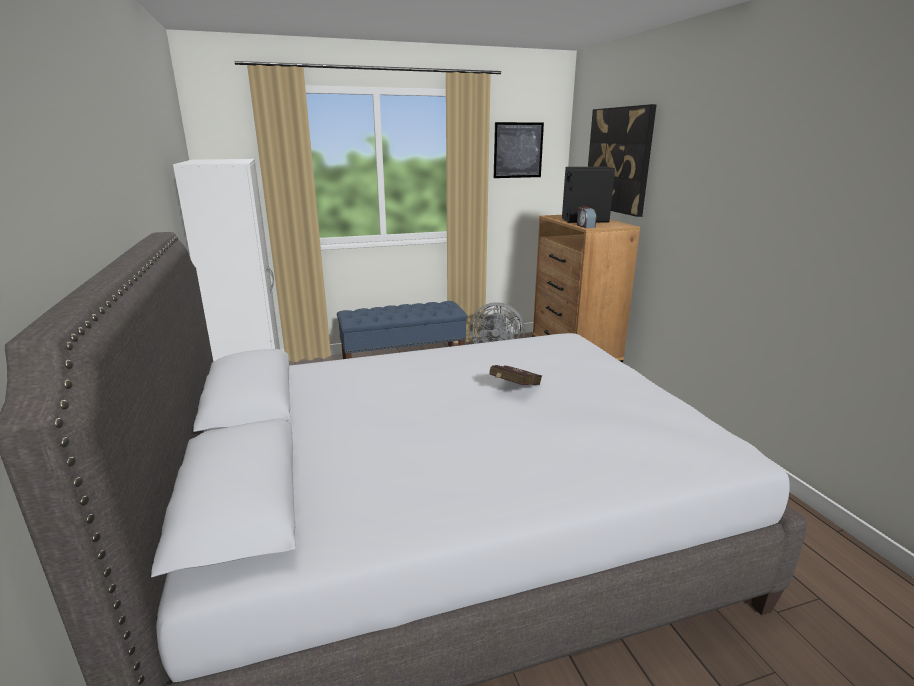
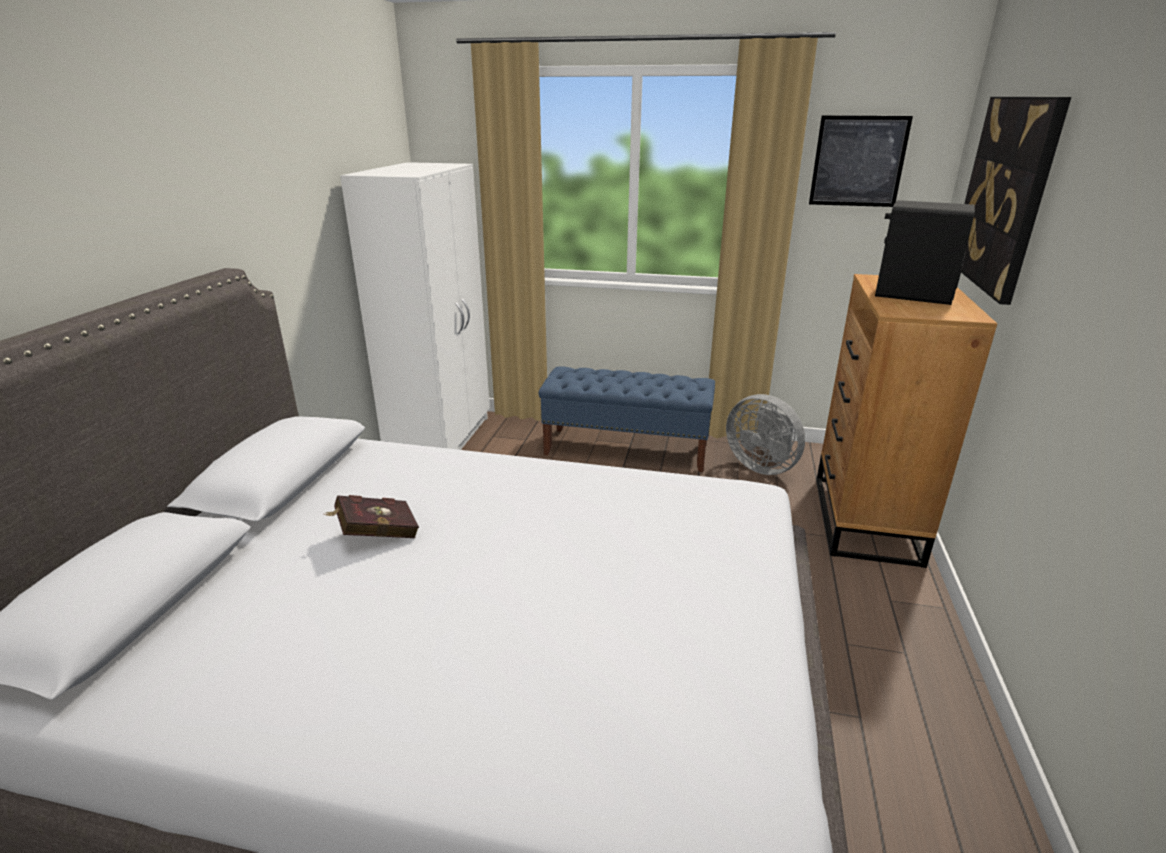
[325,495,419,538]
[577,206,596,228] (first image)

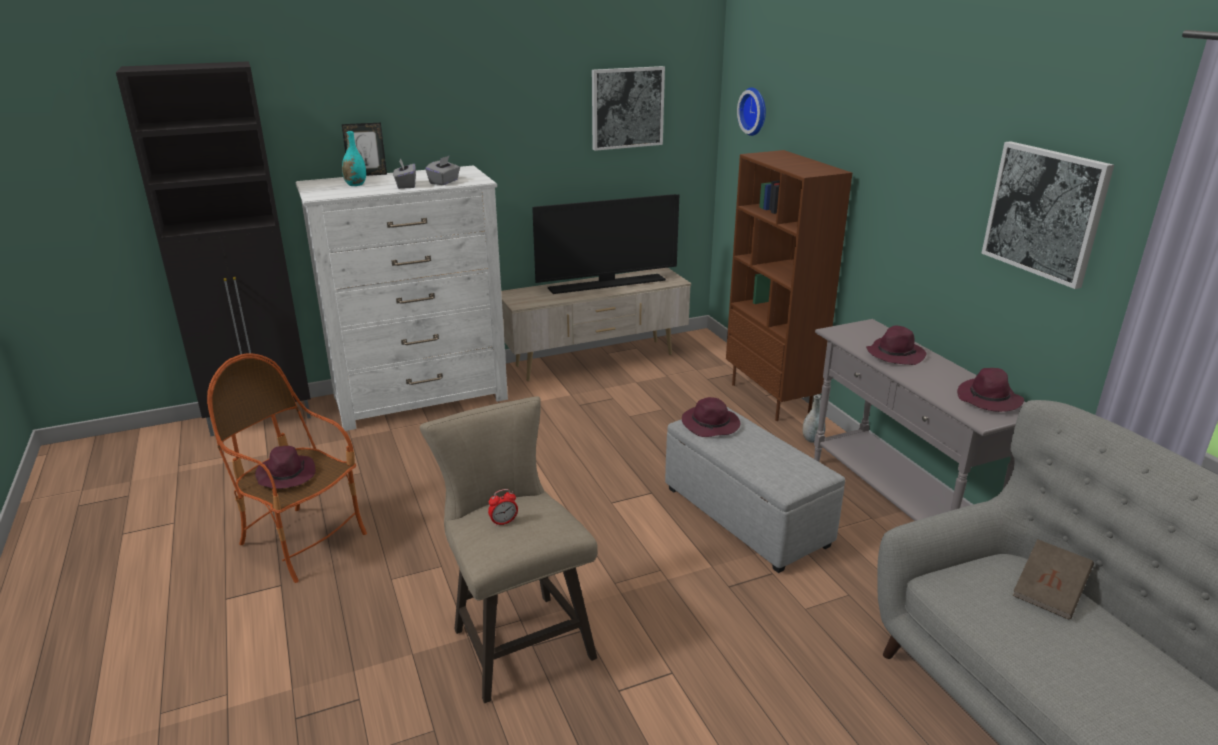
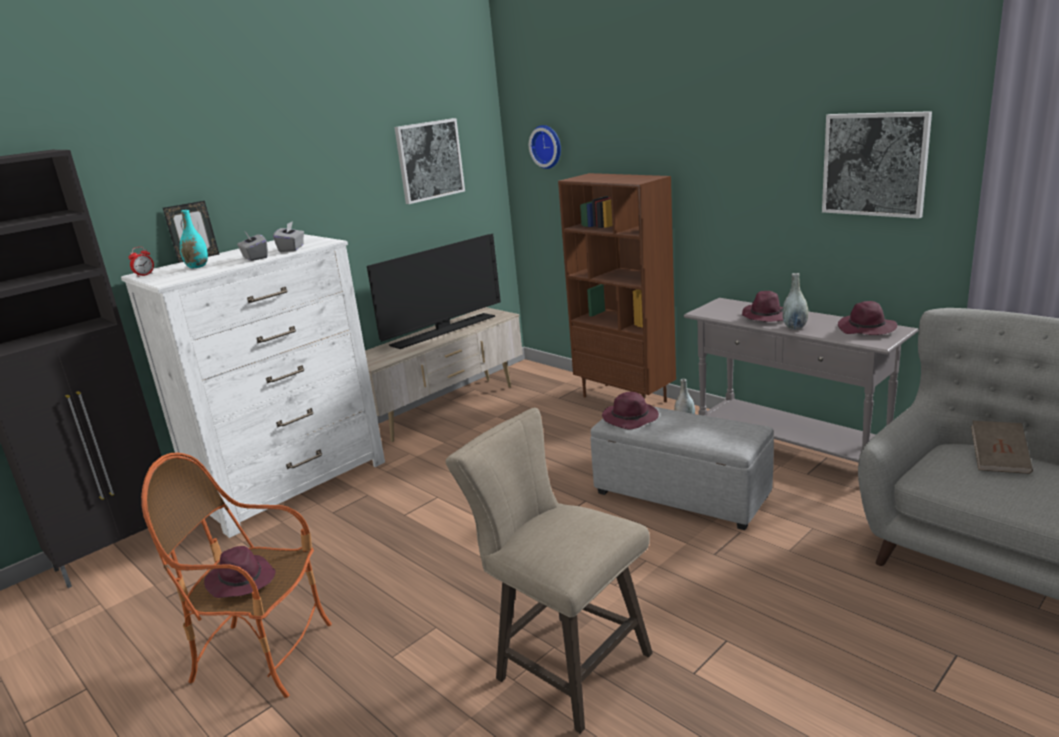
[129,247,154,277]
[782,273,808,330]

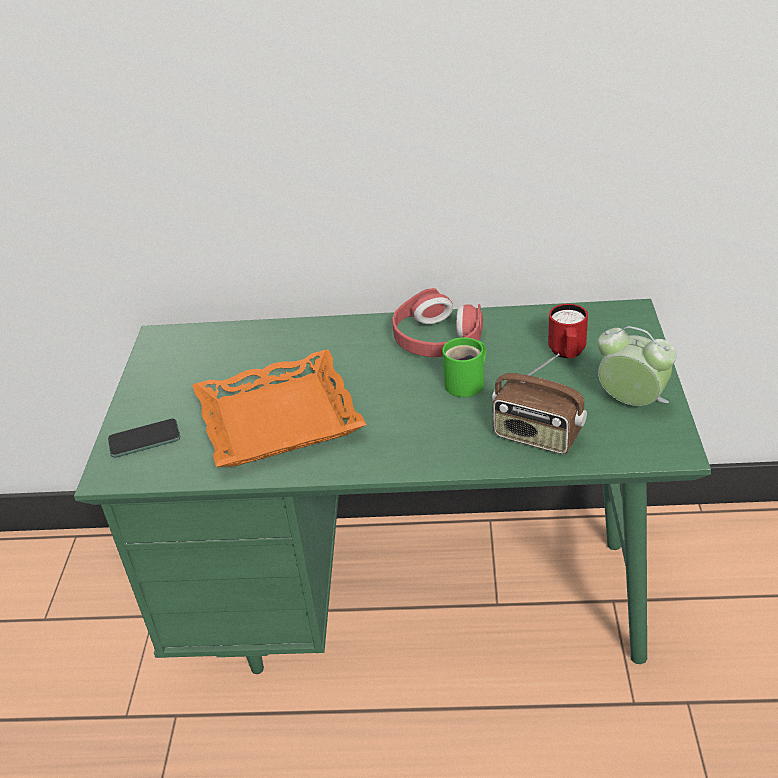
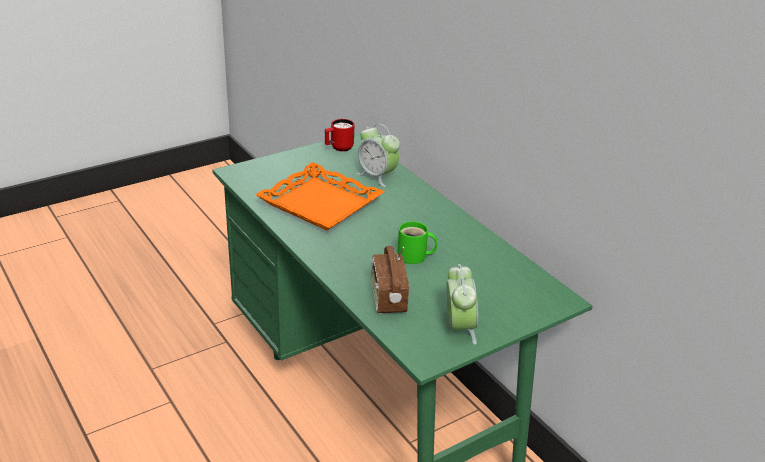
[325,119,354,152]
[357,124,400,187]
[108,418,180,458] (first image)
[392,288,483,357] (first image)

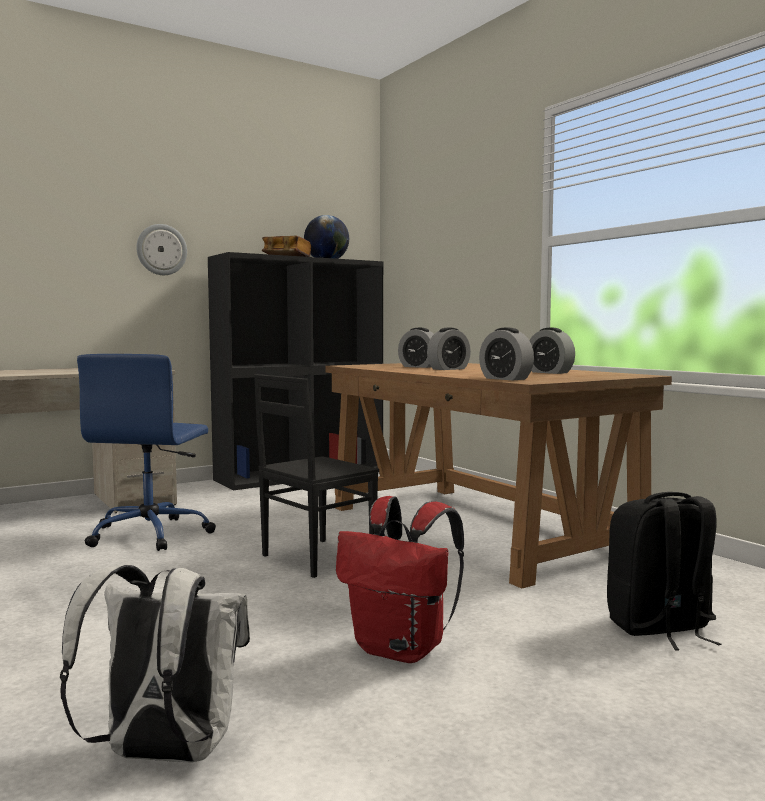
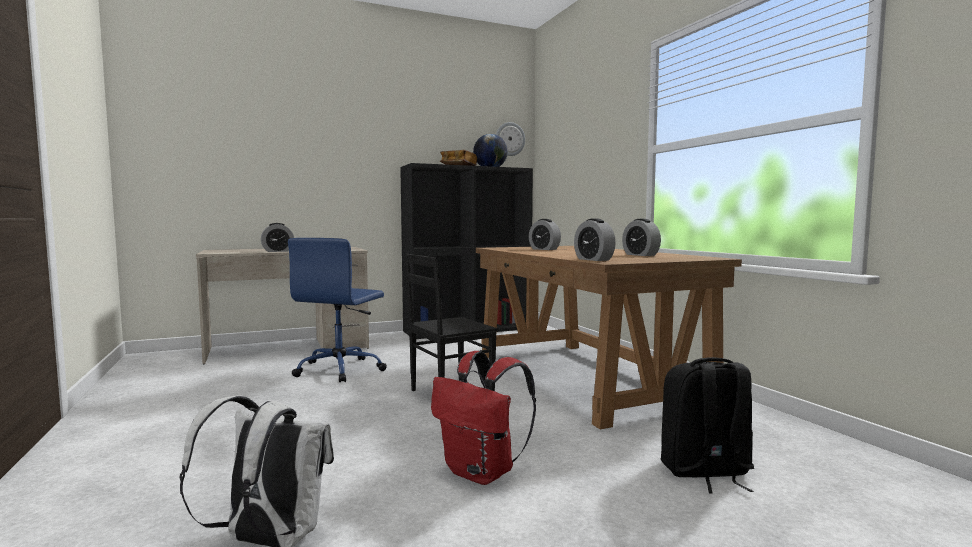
[261,223,294,252]
[496,122,525,156]

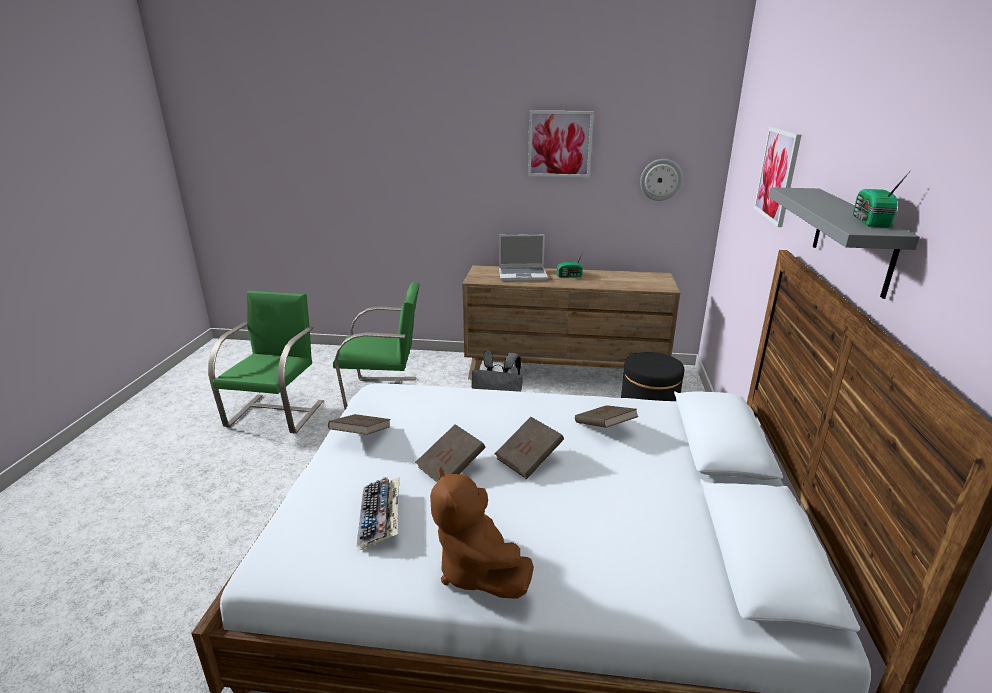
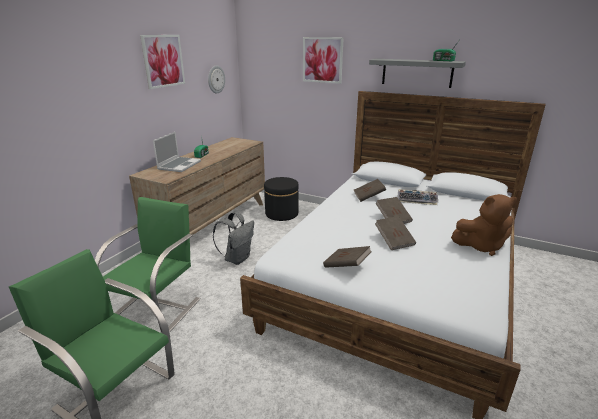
[398,189,438,205]

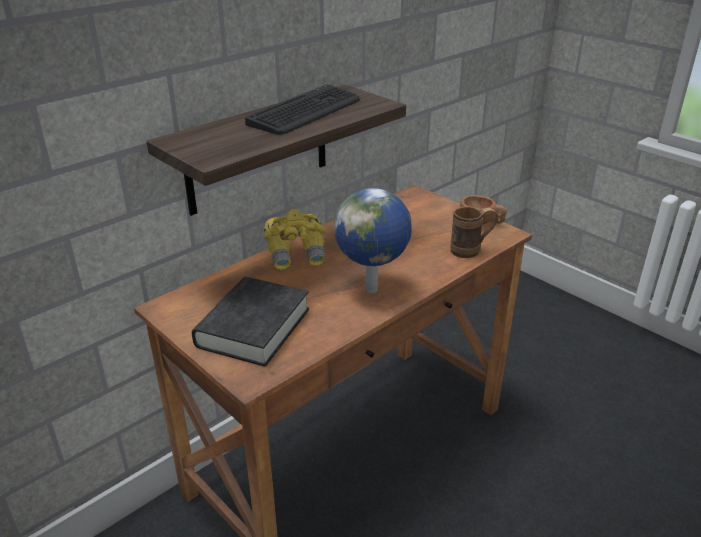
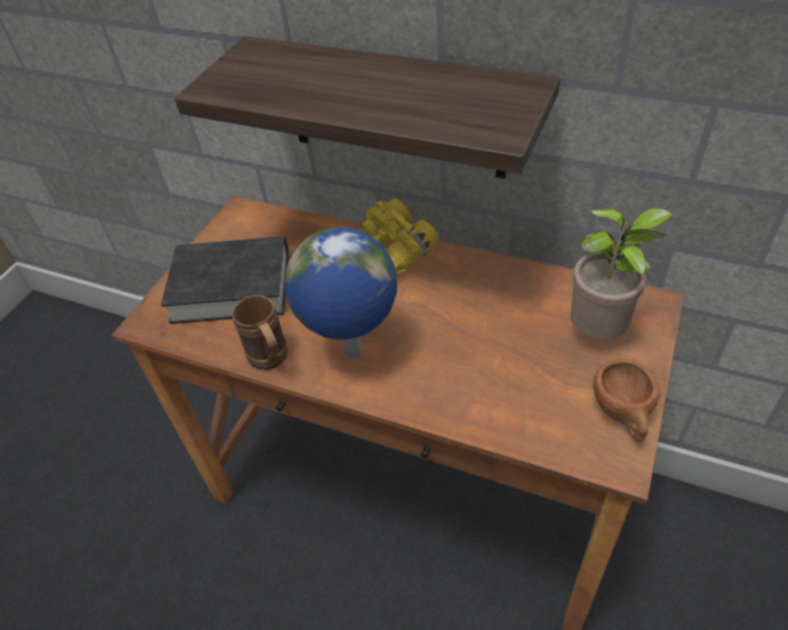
[232,295,288,370]
[570,208,673,340]
[245,85,360,135] (first image)

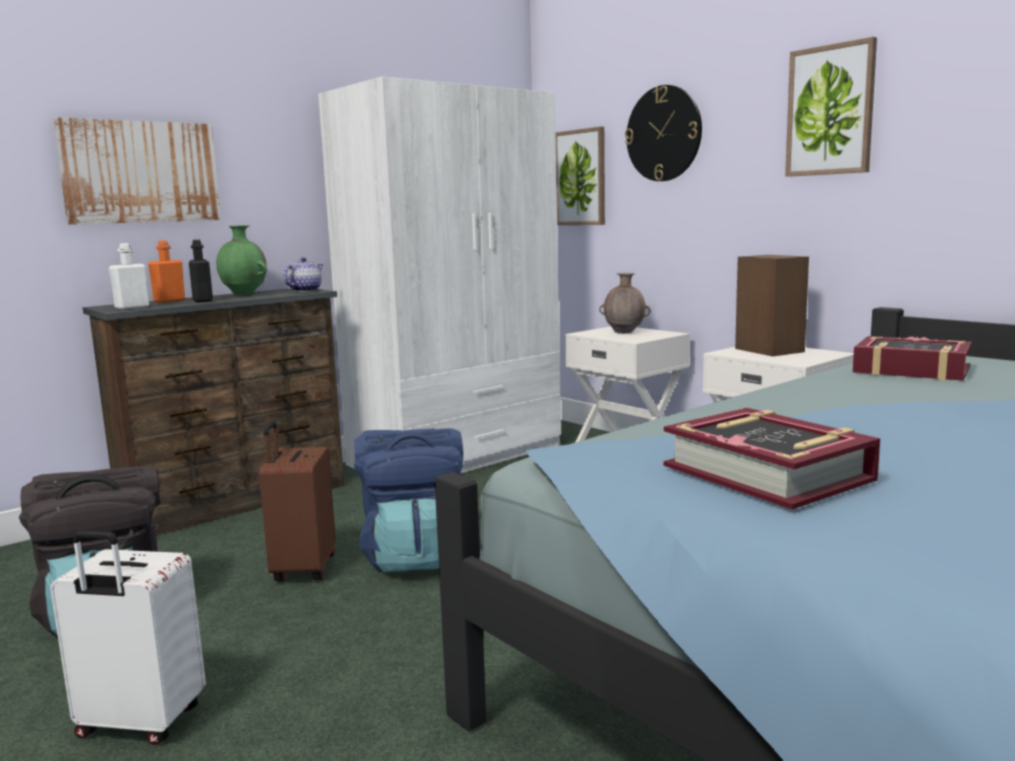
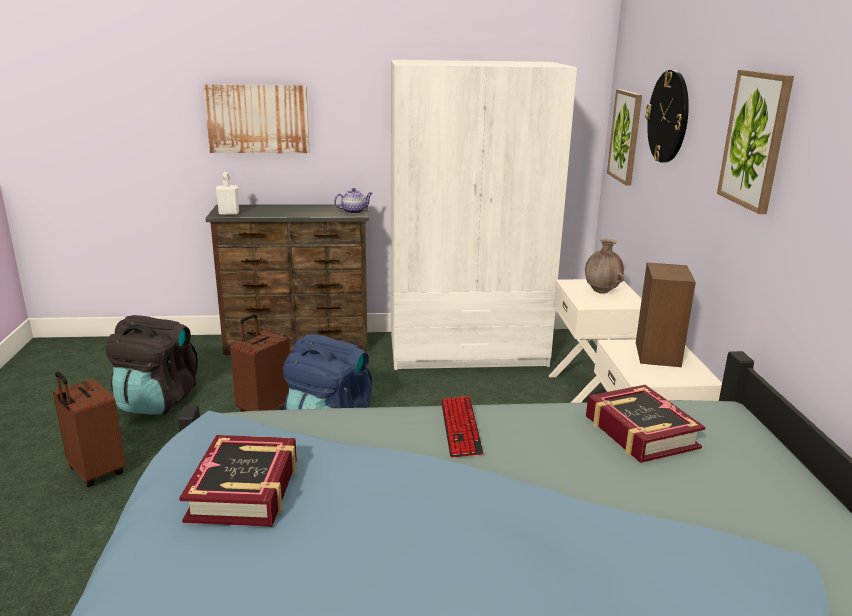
[53,371,126,487]
[441,396,483,457]
[148,241,185,303] (first image)
[189,240,213,302] (first image)
[216,225,267,295] (first image)

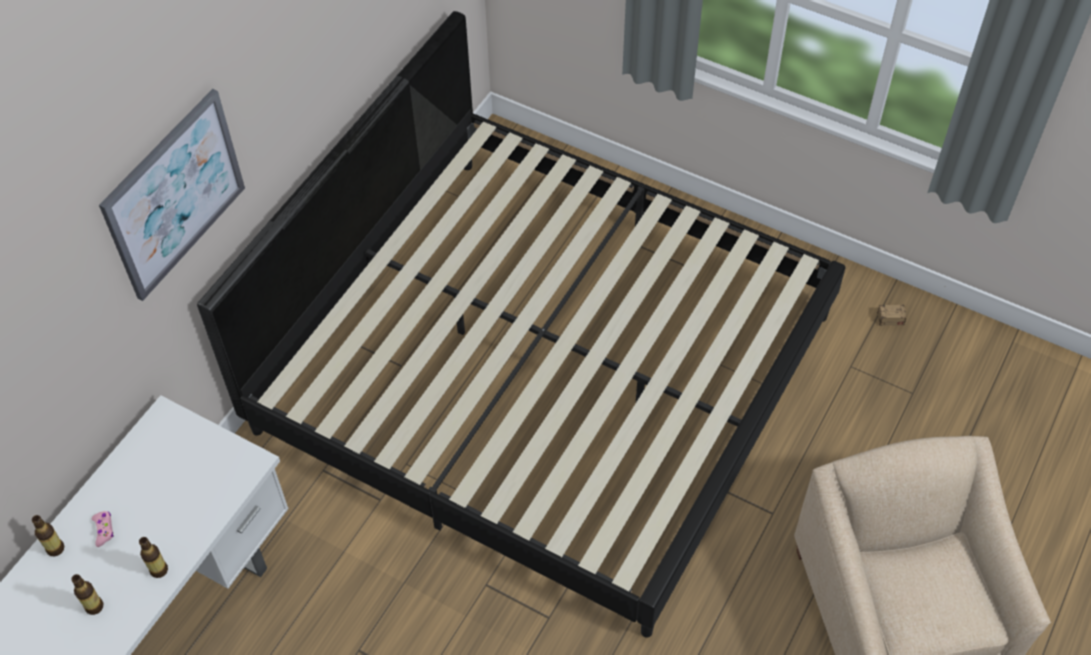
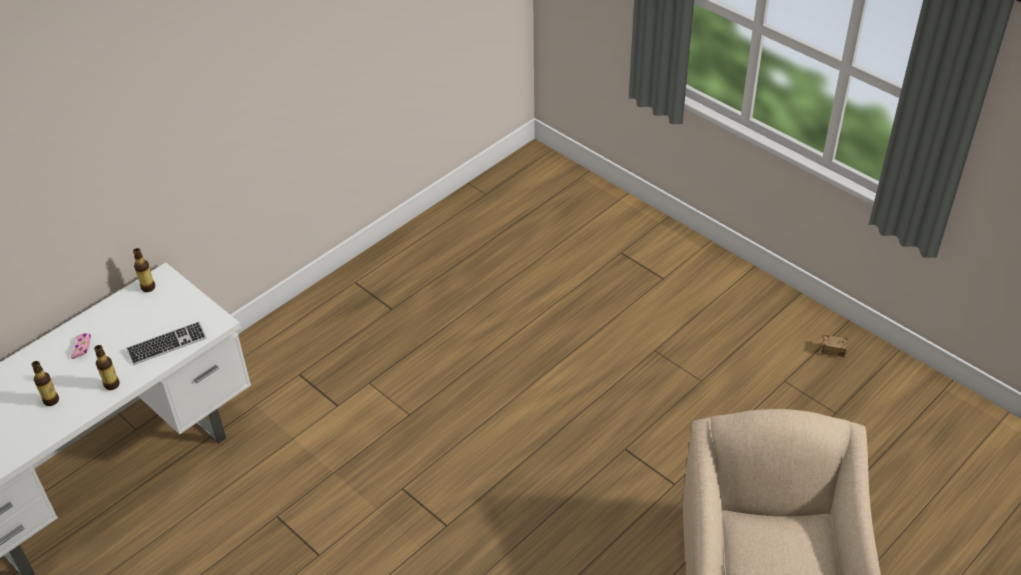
[126,321,207,365]
[133,248,155,292]
[99,89,245,301] (first image)
[197,11,845,638] (first image)

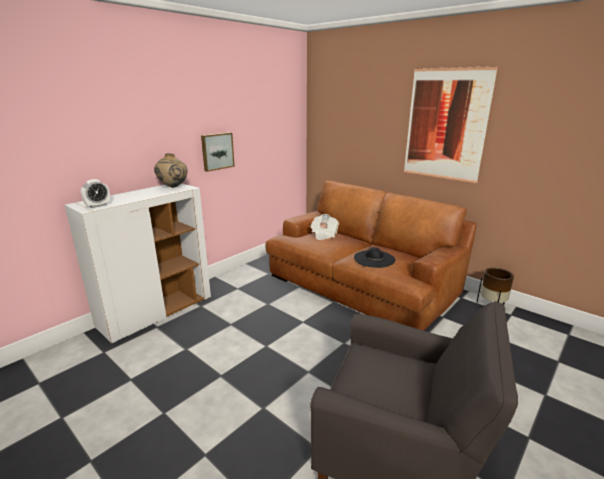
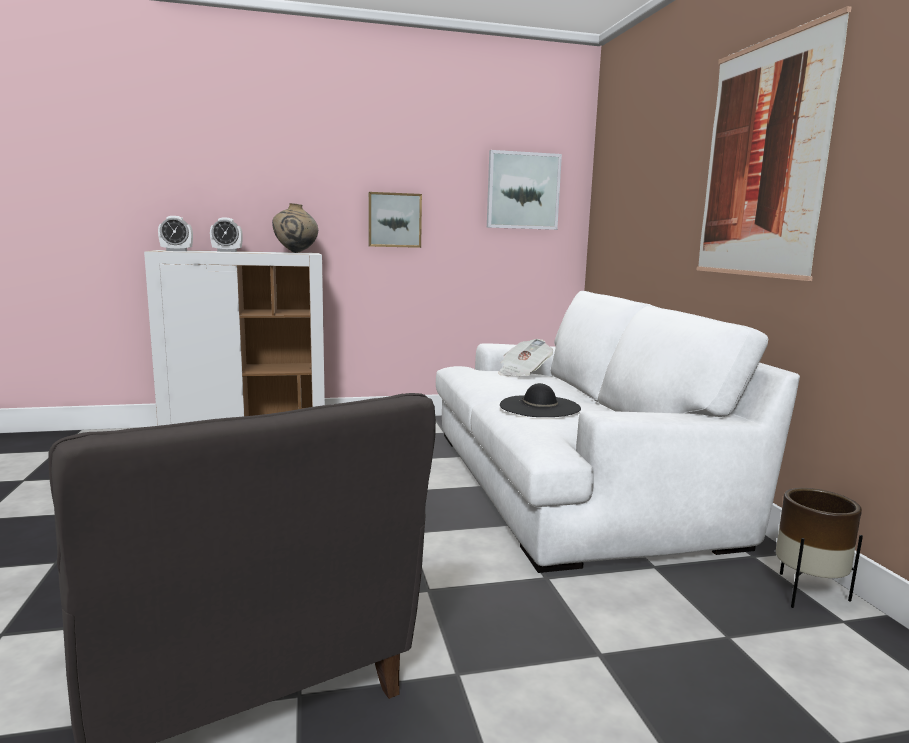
[210,218,243,252]
[436,291,800,573]
[487,150,562,230]

